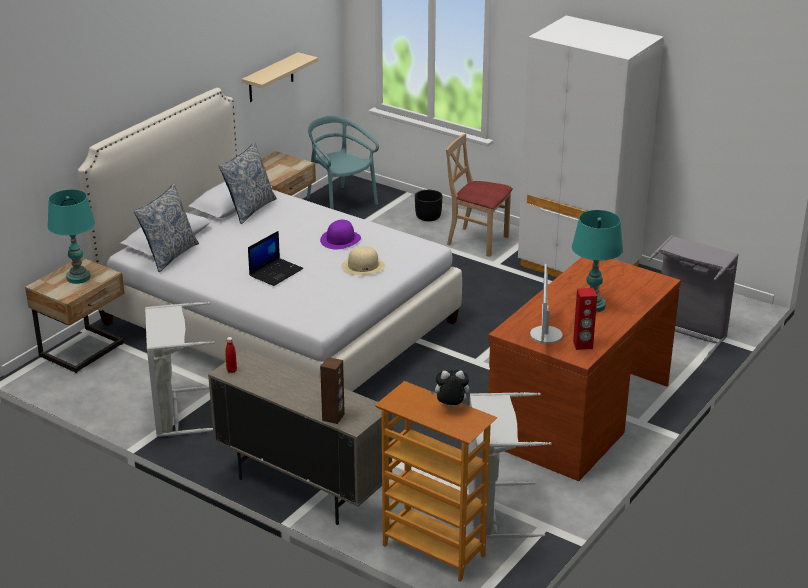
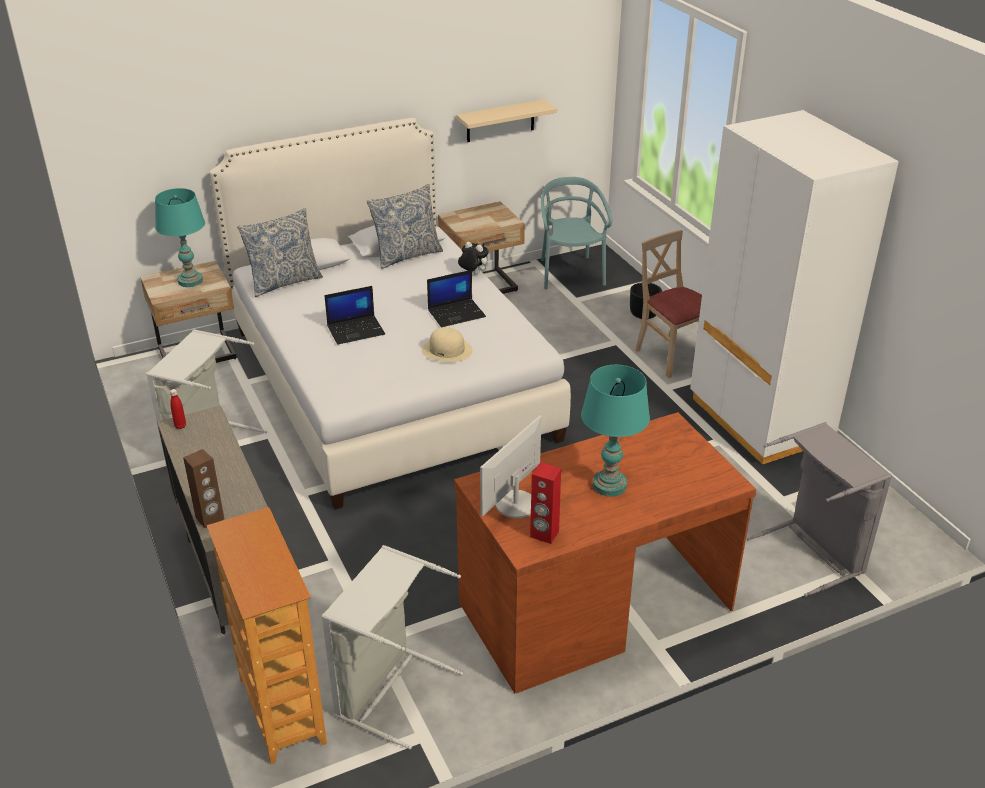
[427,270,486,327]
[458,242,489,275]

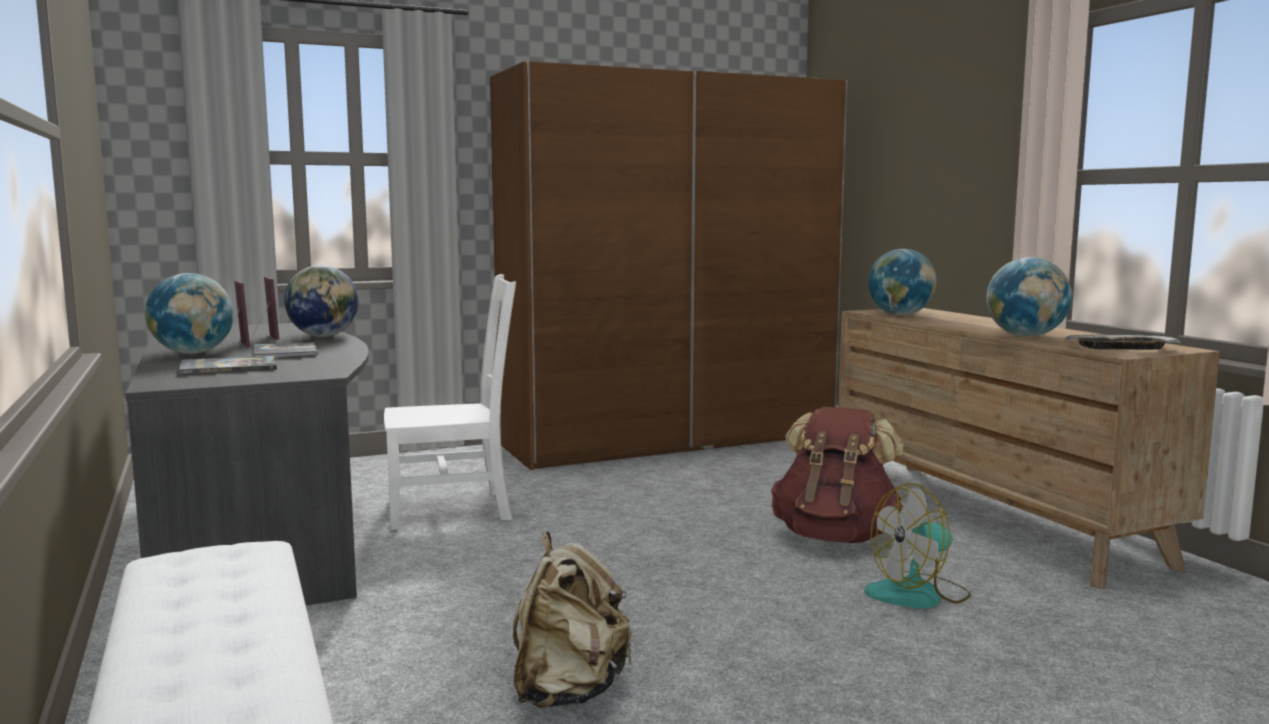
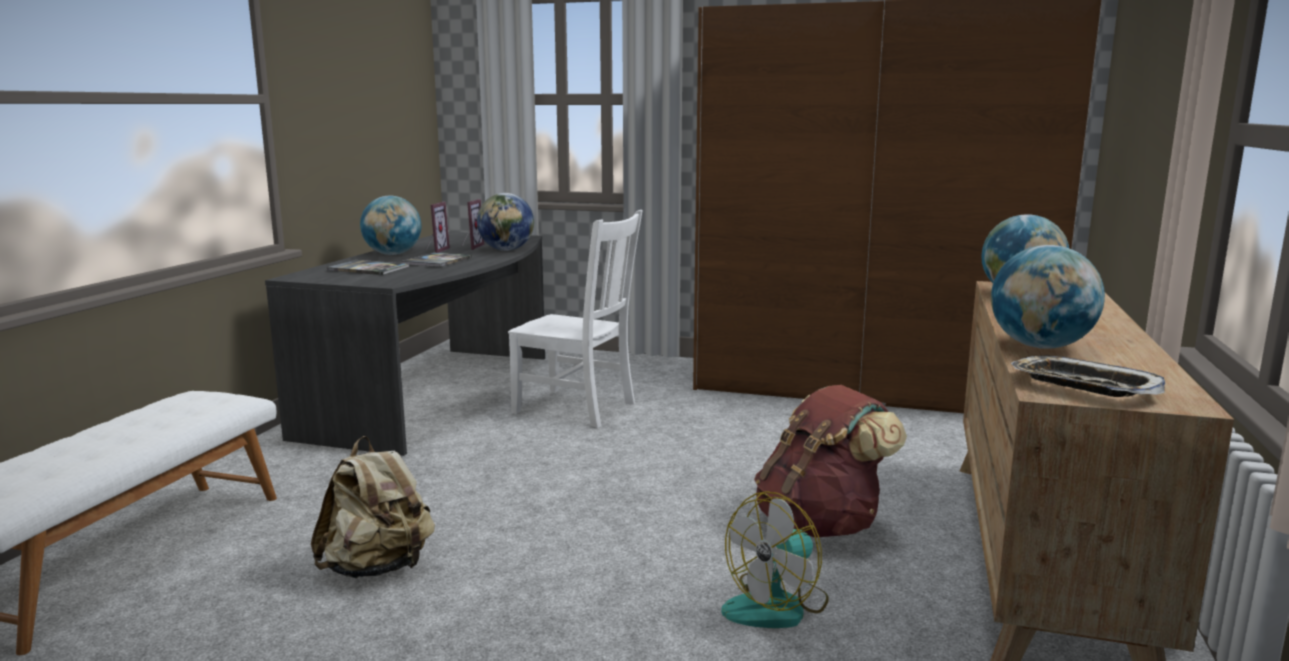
[721,491,829,628]

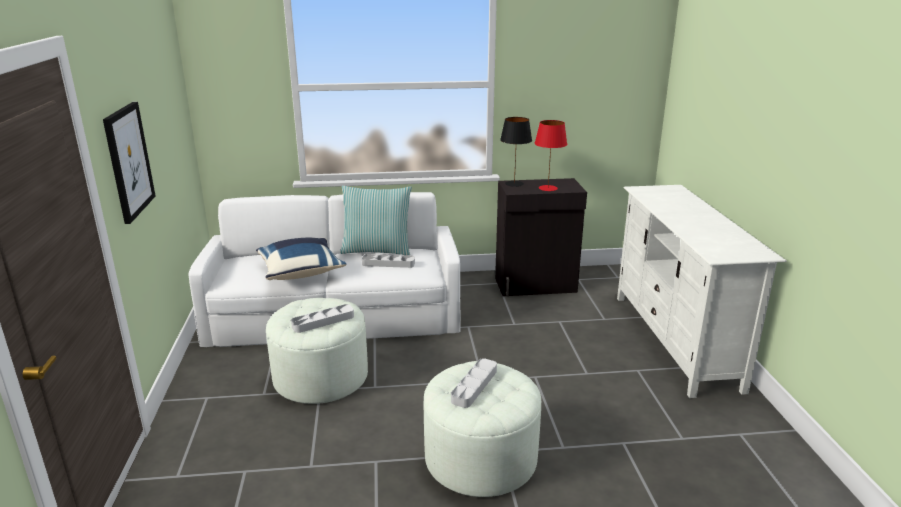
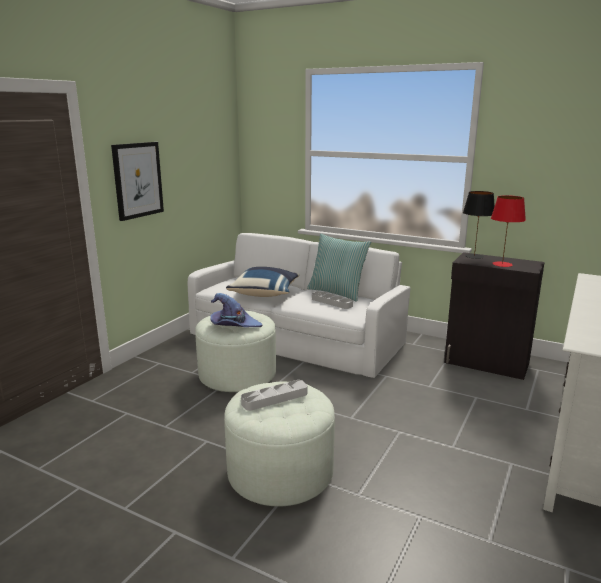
[210,293,262,328]

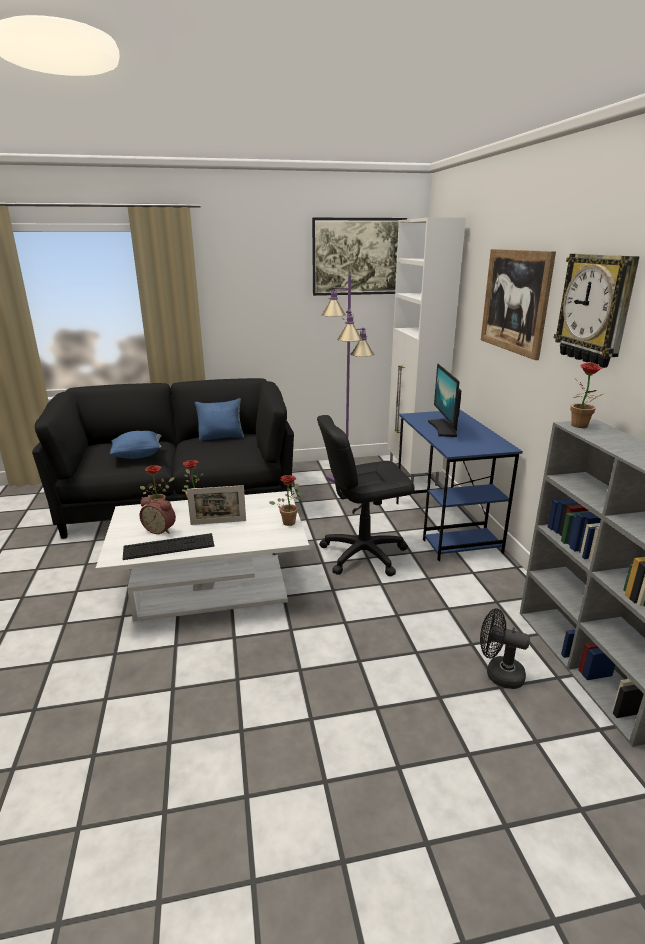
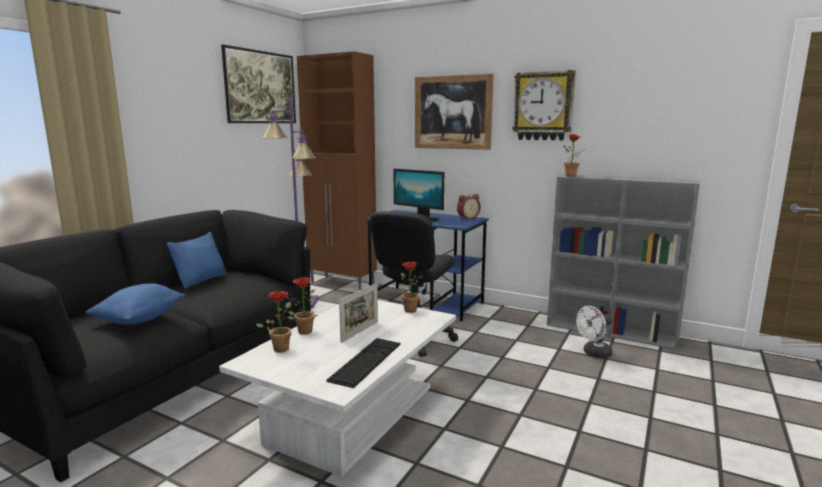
[297,51,377,290]
[457,194,481,219]
[576,306,613,358]

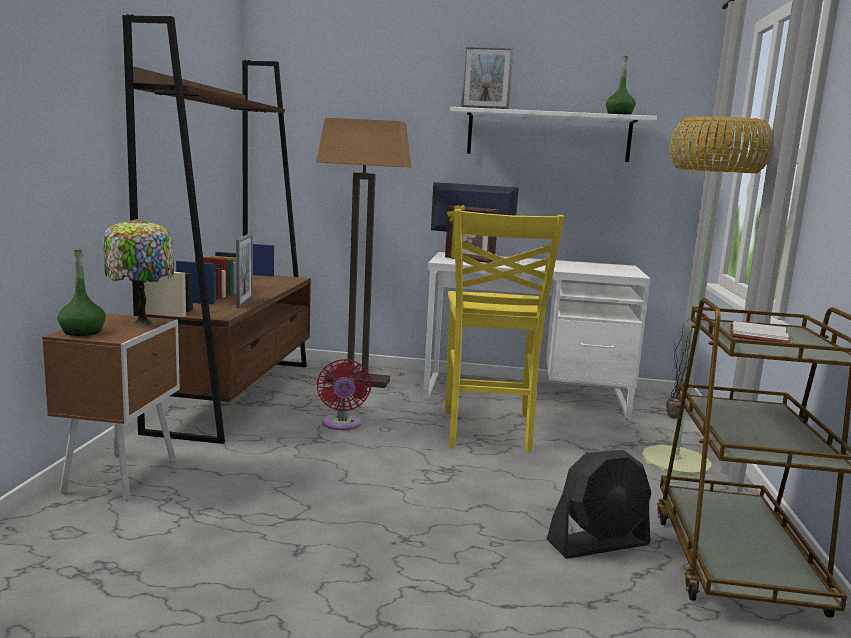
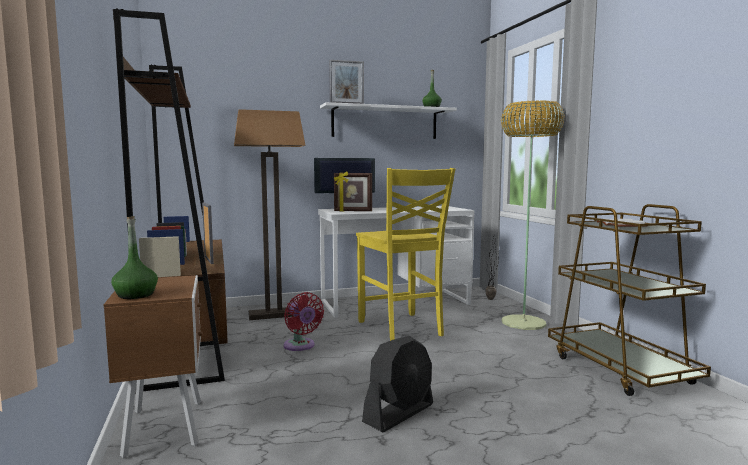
[362,336,433,432]
[103,219,174,327] (first image)

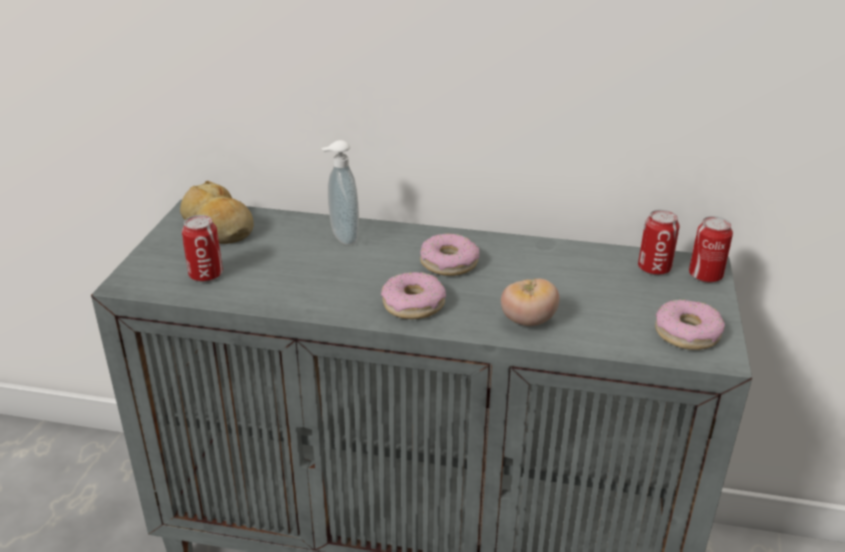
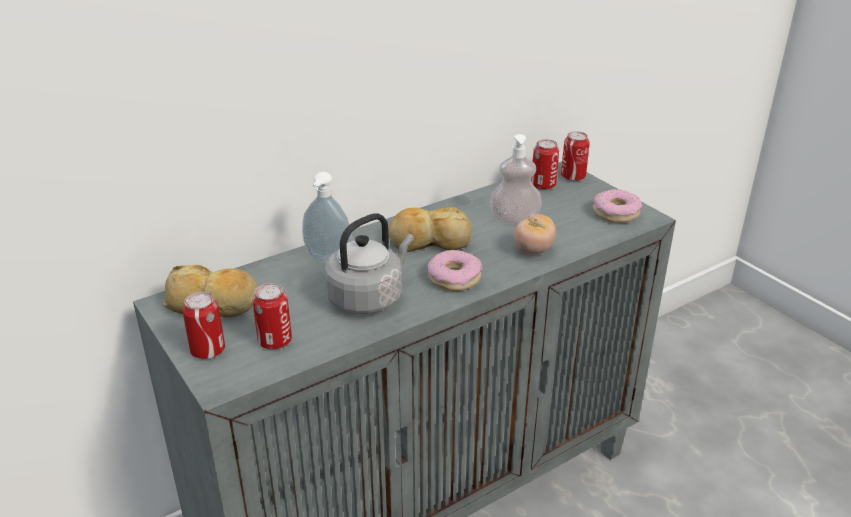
[182,292,225,359]
[324,213,414,314]
[388,207,471,252]
[489,134,542,224]

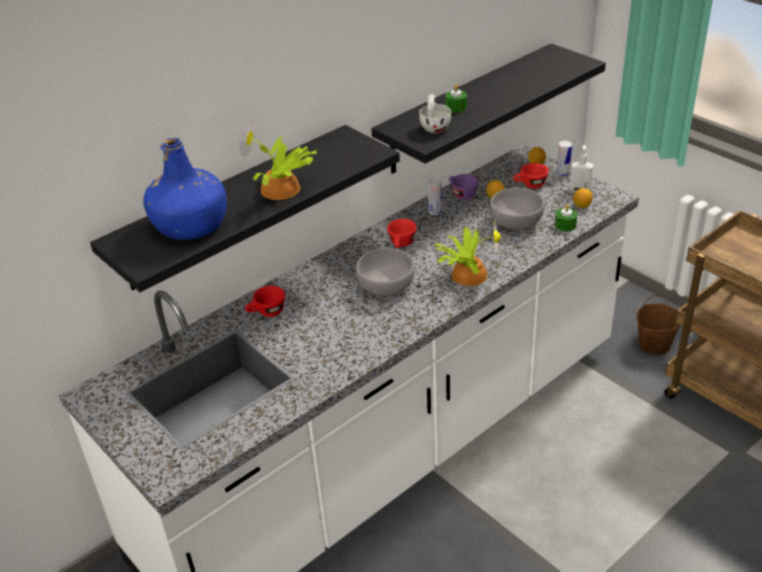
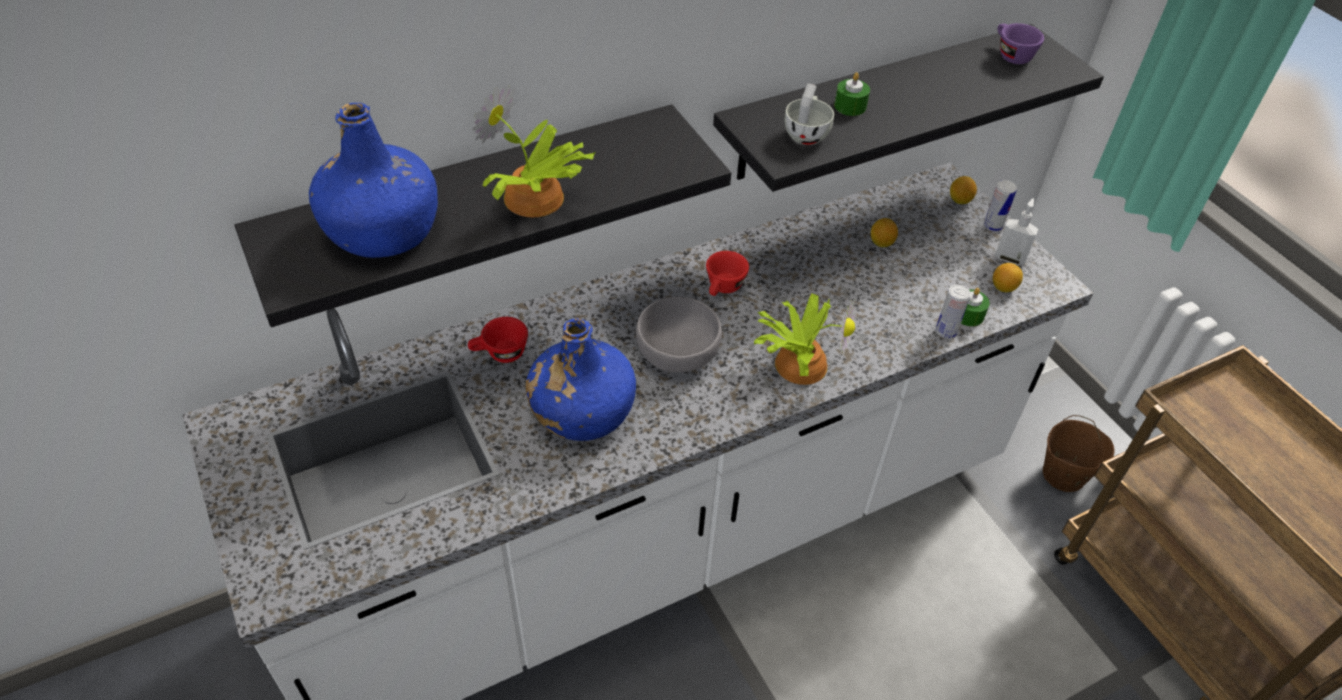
[526,318,636,441]
[936,285,971,339]
[997,23,1044,64]
[489,188,545,230] (first image)
[513,163,549,189] (first image)

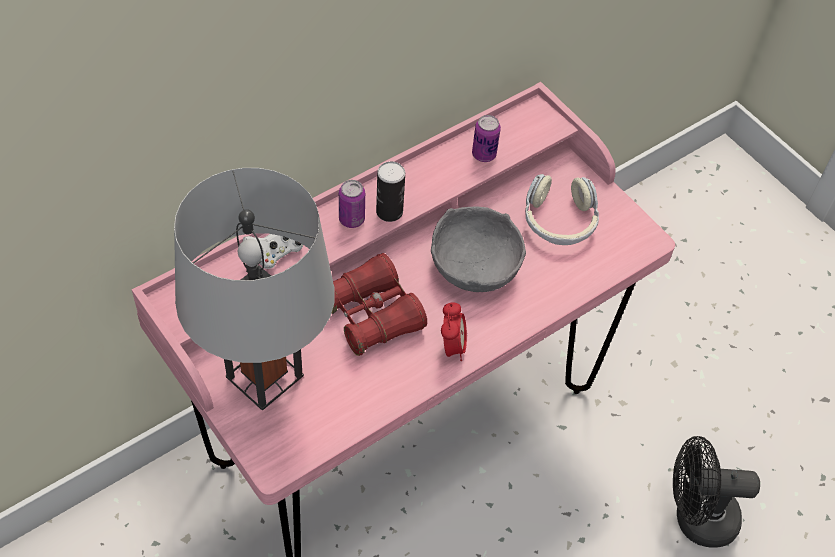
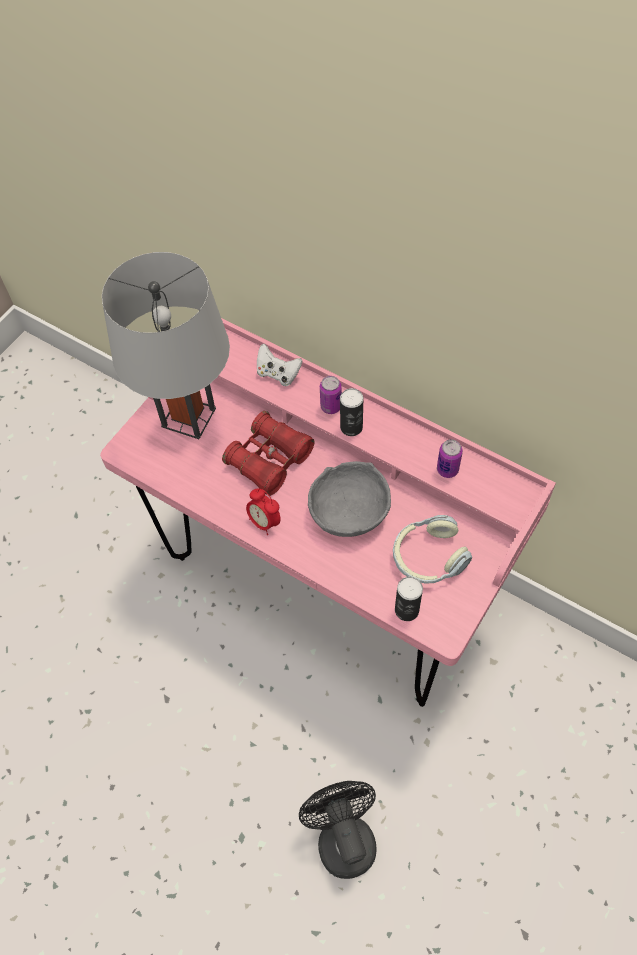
[246,489,281,535]
[395,577,423,621]

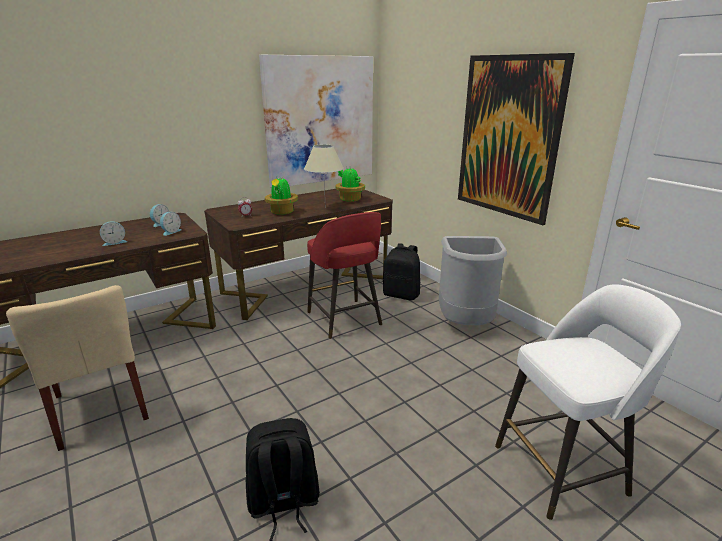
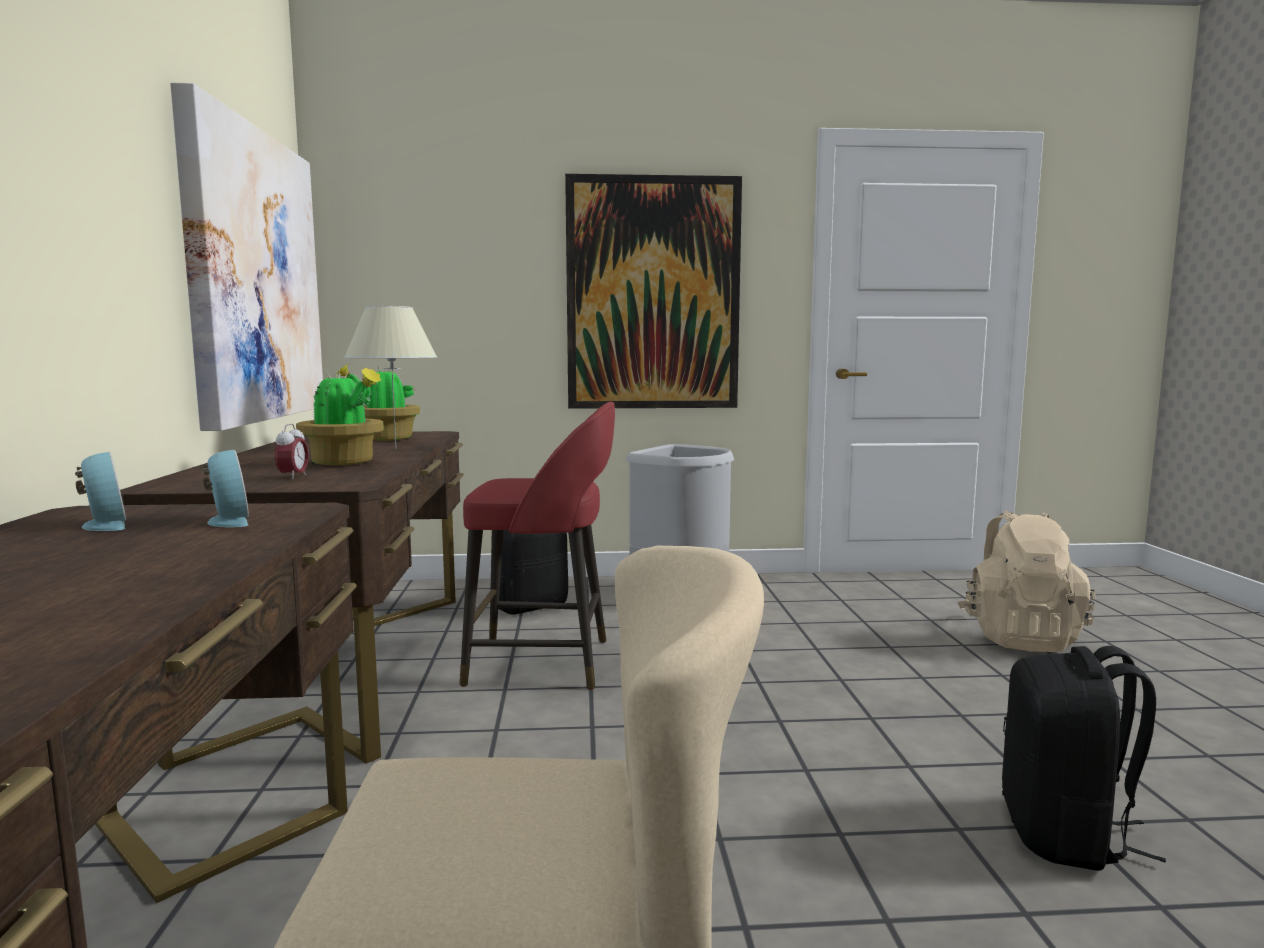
[958,511,1096,652]
[100,221,127,246] (first image)

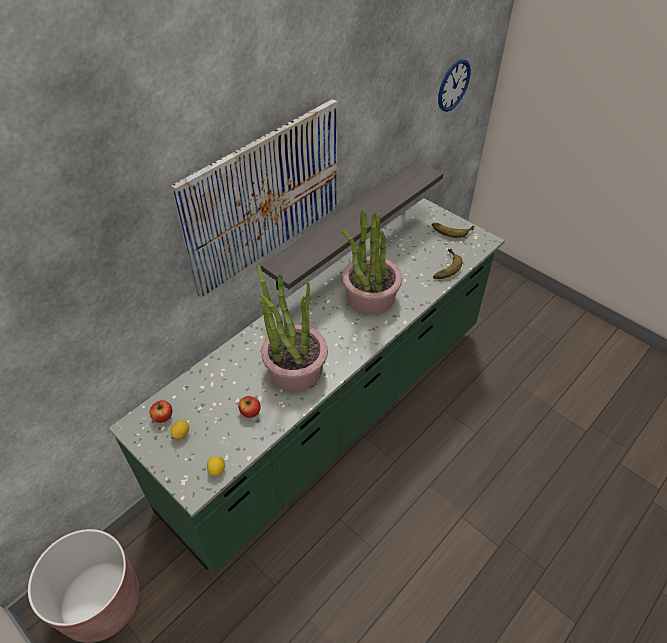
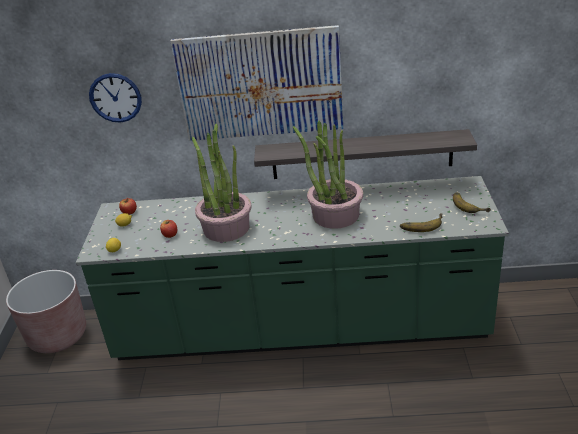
[89,73,142,123]

